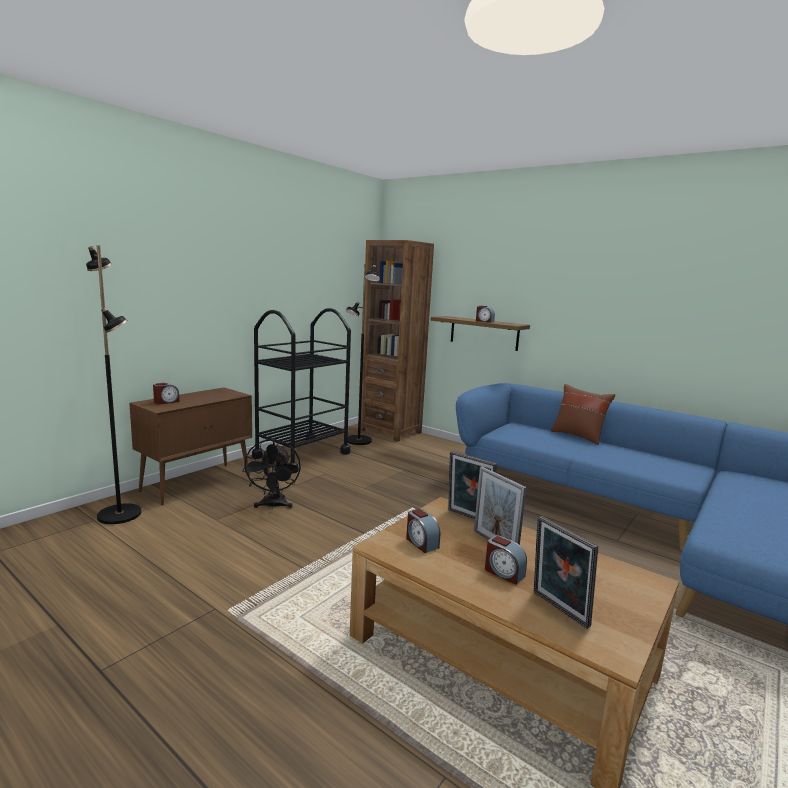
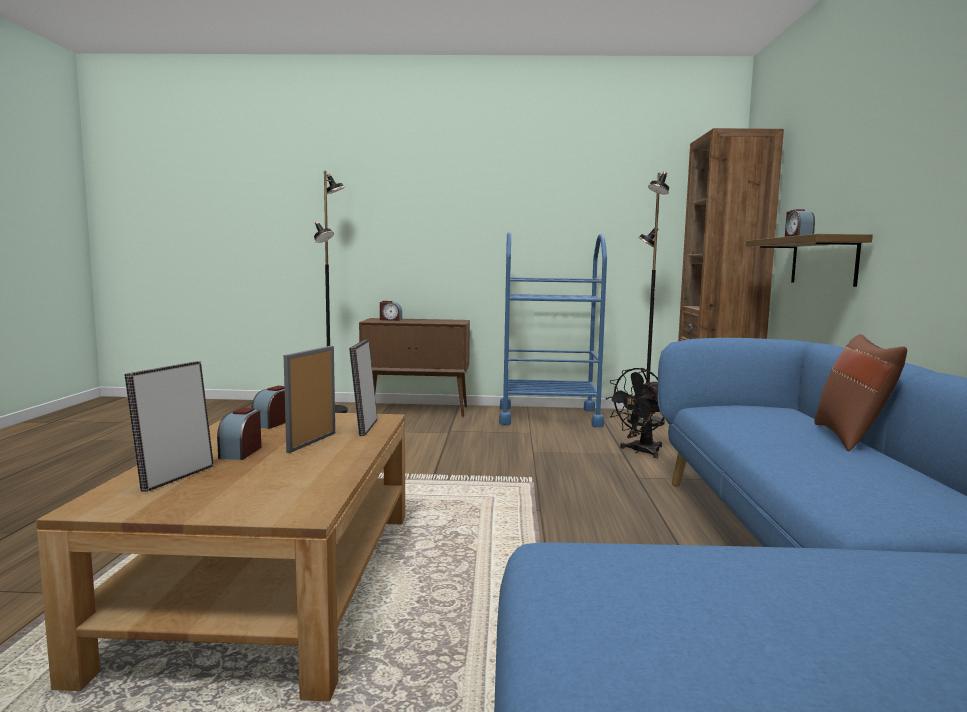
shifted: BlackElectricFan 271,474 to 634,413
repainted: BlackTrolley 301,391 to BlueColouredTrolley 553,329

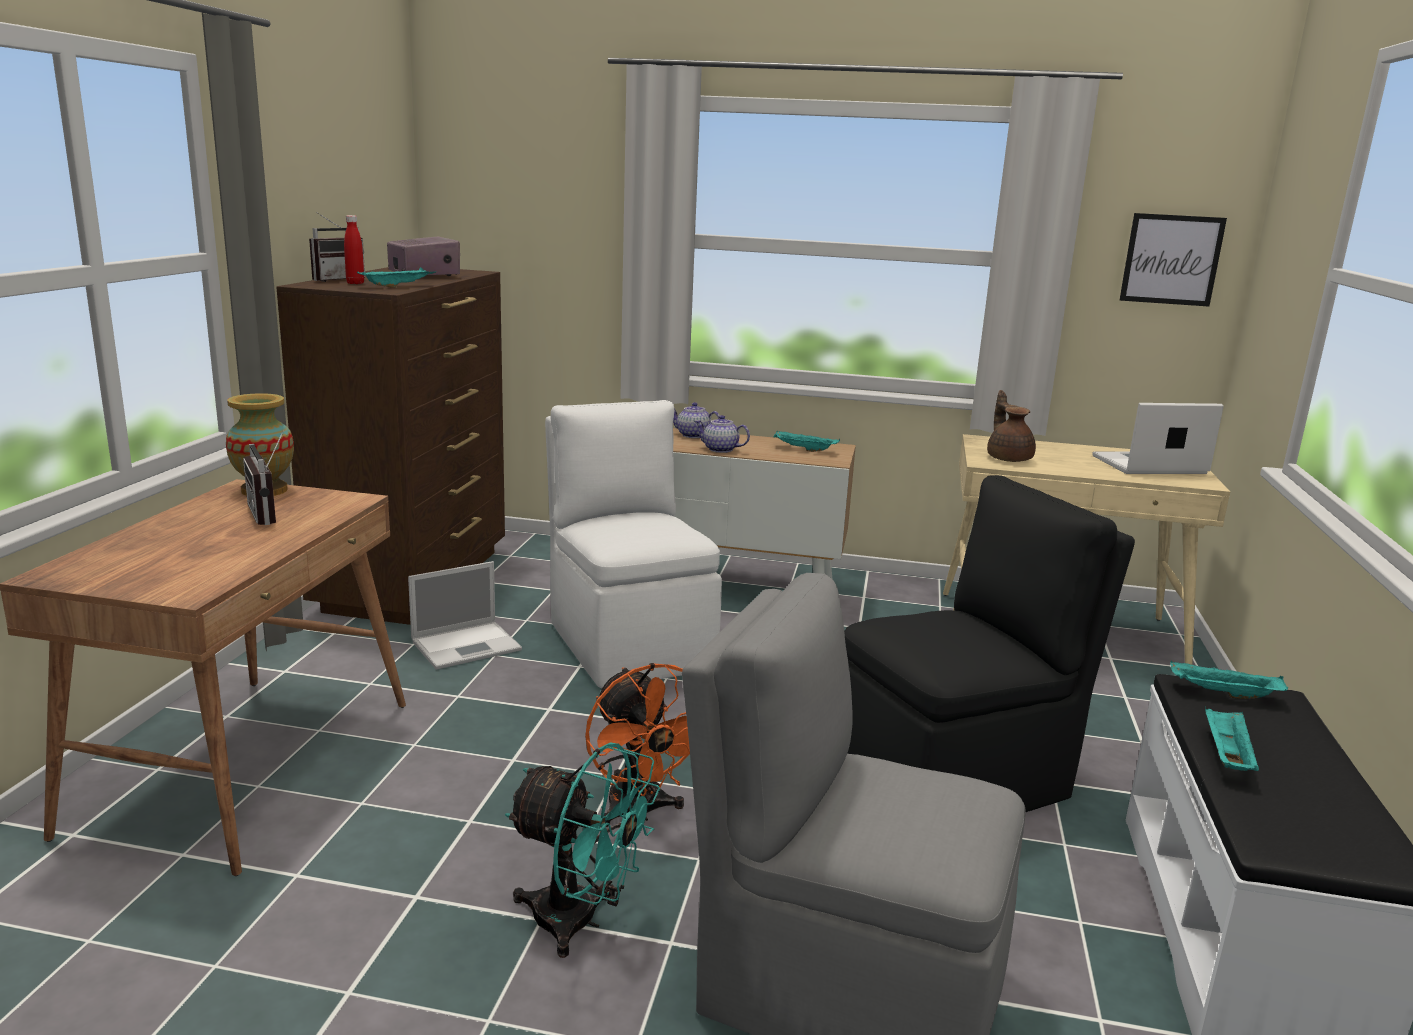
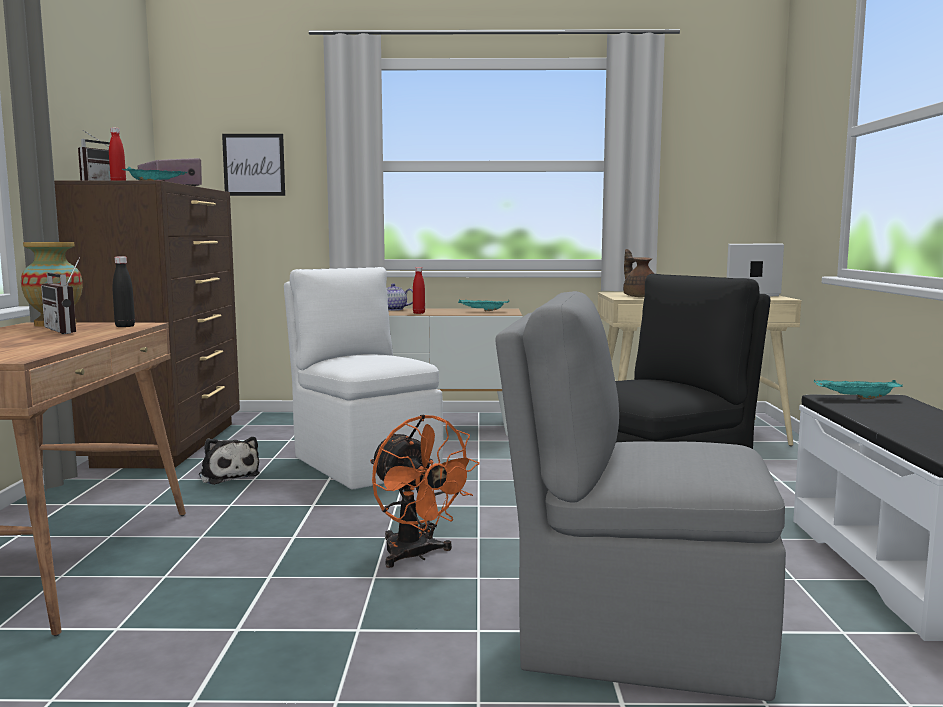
gone: BlueGreenElectricFan 582,850; BlueGreenServingTray 1232,739
new: BlackBottle 124,291
shifted: WallArt 1173,259 to 253,165
swapped: NotebookComputer 465,615 to PlushToy 229,461; Teapot 722,434 to ReddishBottle 419,290

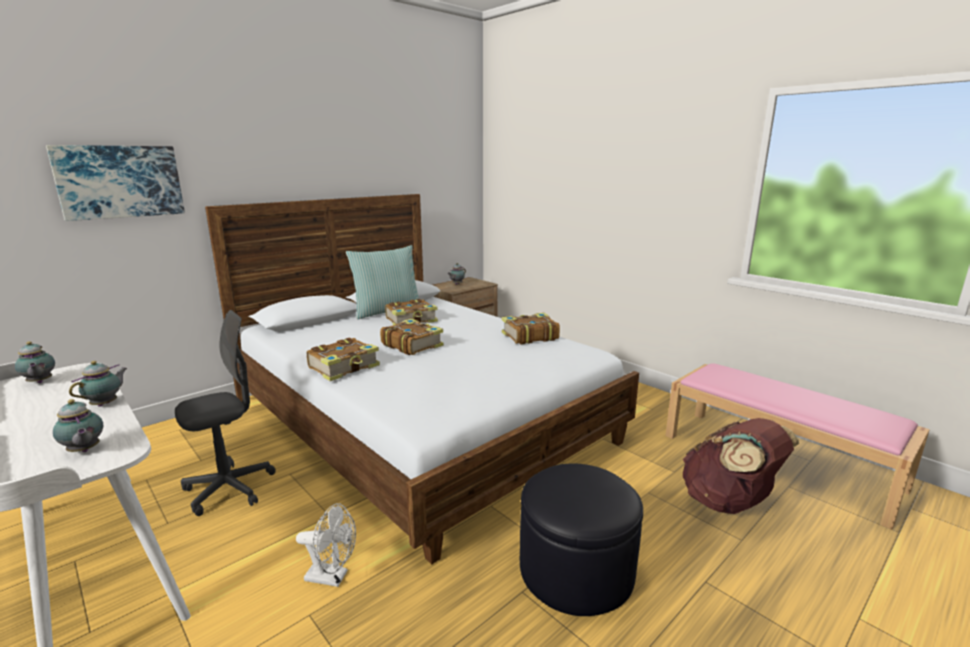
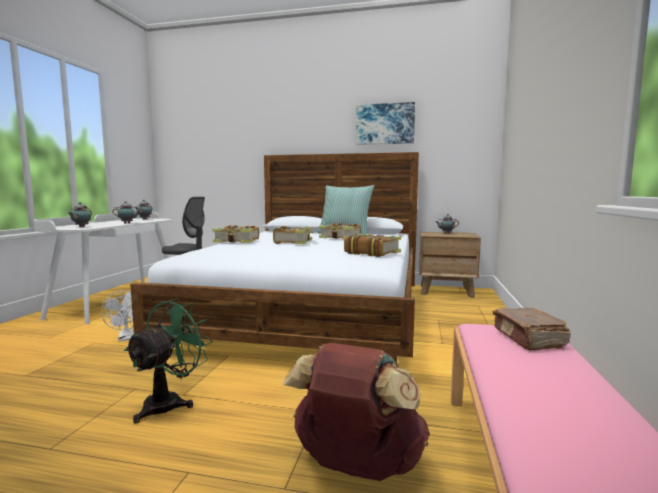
new: BrownishVolume 532,329
shifted: WallArt 115,183 to 385,123
swapped: BlackFootrest 581,540 to GreenishElectricFan 168,361

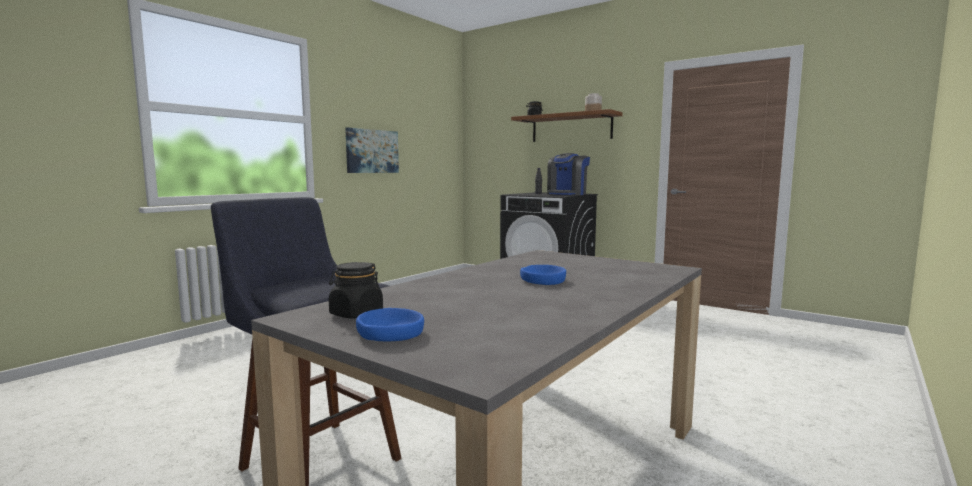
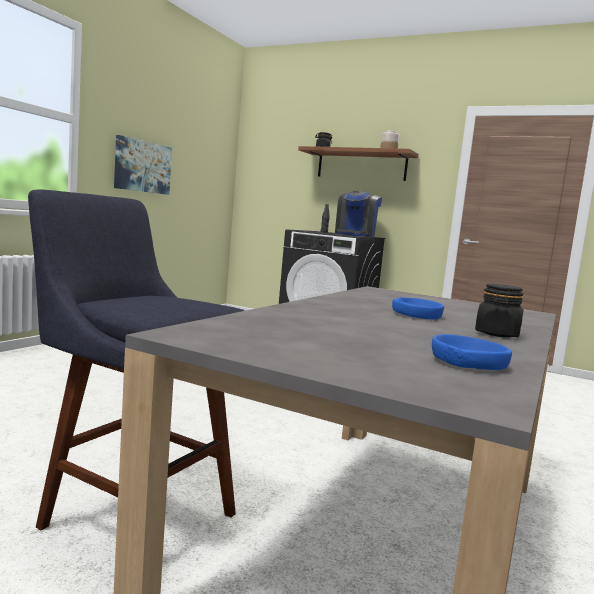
shifted: BlackStorageJar 356,290 to 499,310; BlueColouredServingBowl 390,324 to 472,352

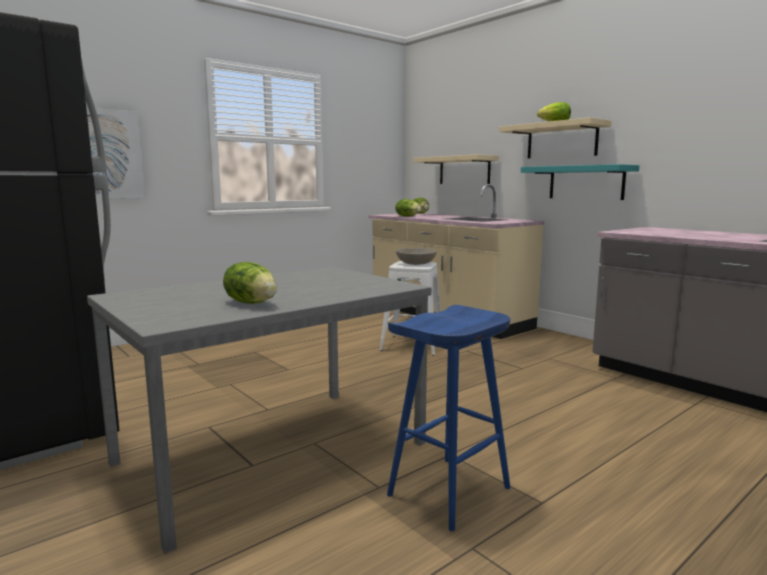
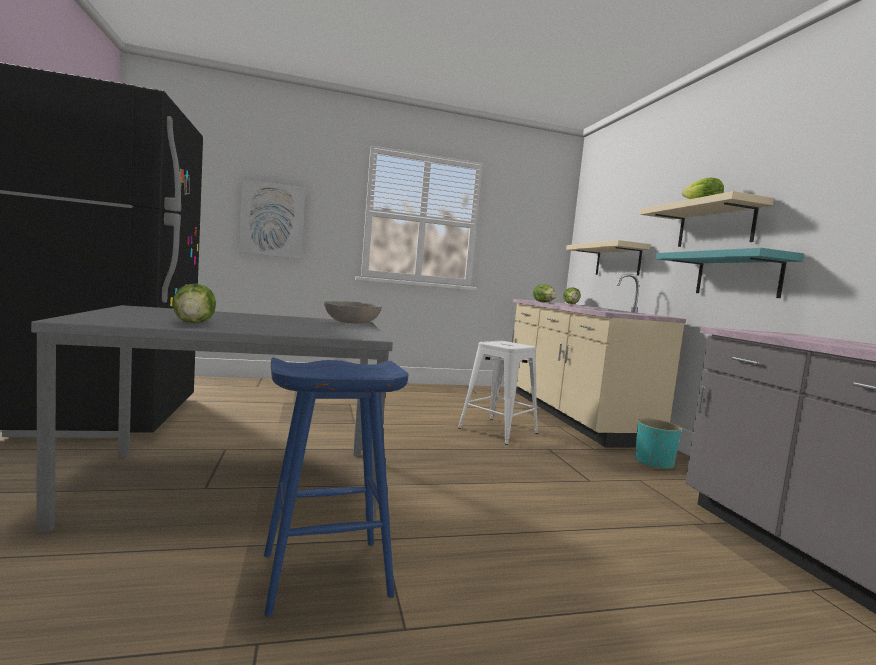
new: BlueGreenPlanter 658,443
shifted: GreyishServingBowl 416,256 to 353,312

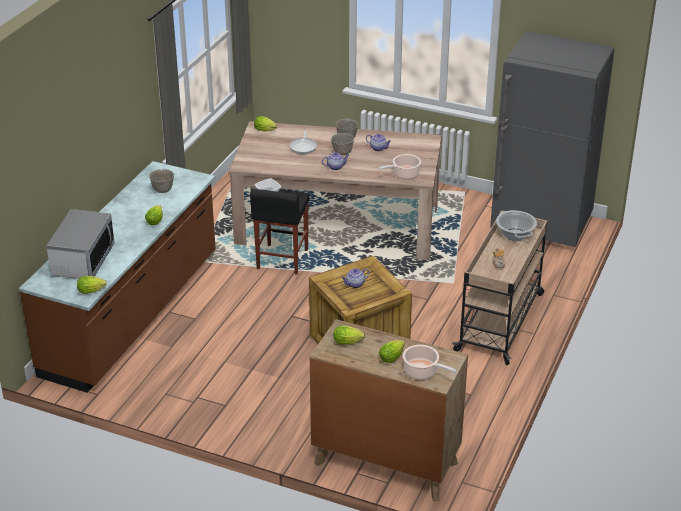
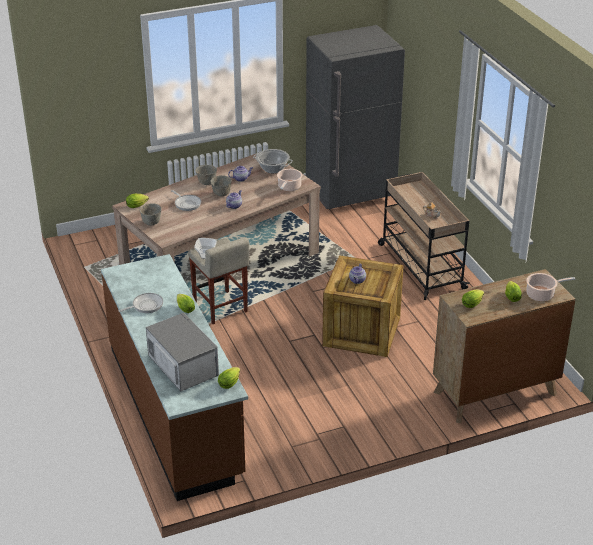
new: Pan 141,303
shifted: GreyishServingBowl 161,181 to 150,214; CookingPot 516,225 to 273,161
repainted: BlackSittingStool 279,232 to SandColouredSittingStool 218,280

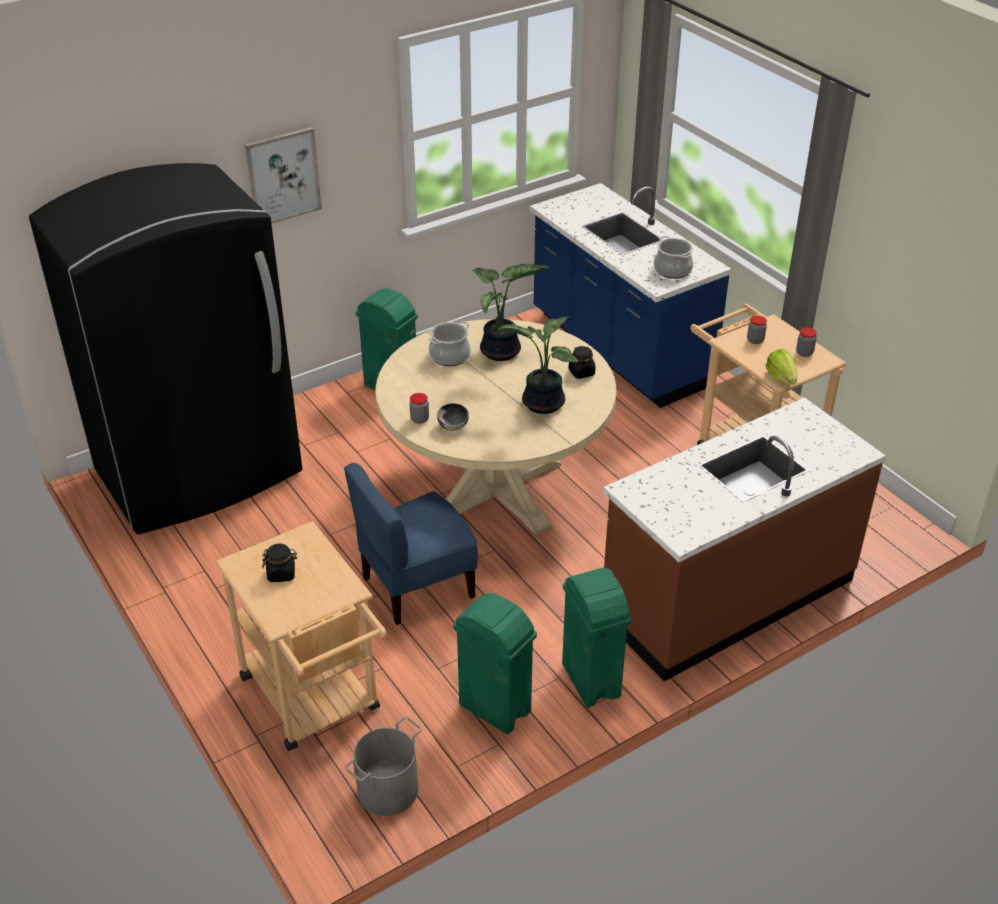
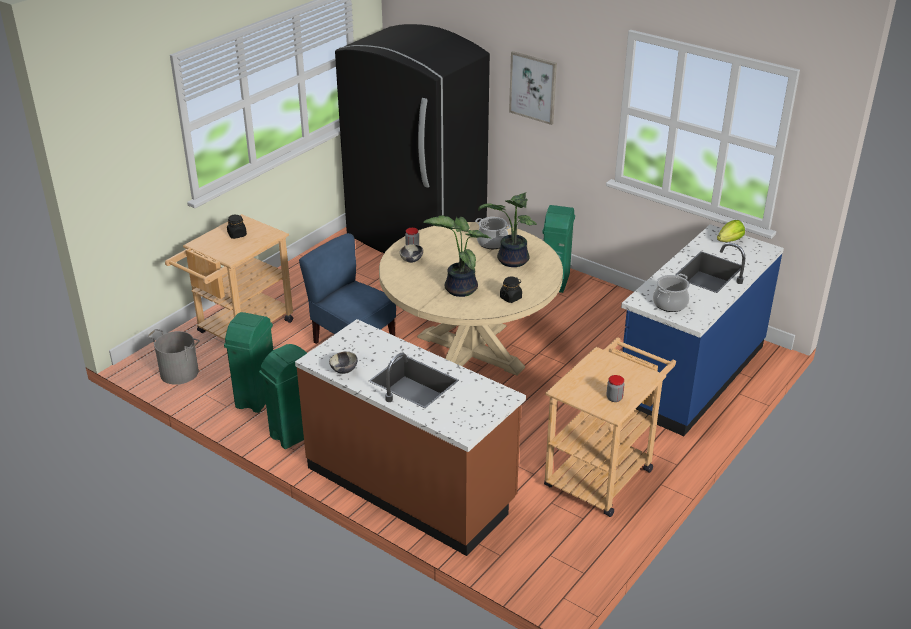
gone: StorageJar 757,329
new: ServingBowl 343,362
shifted: HeadOfLettuce 781,367 to 731,231

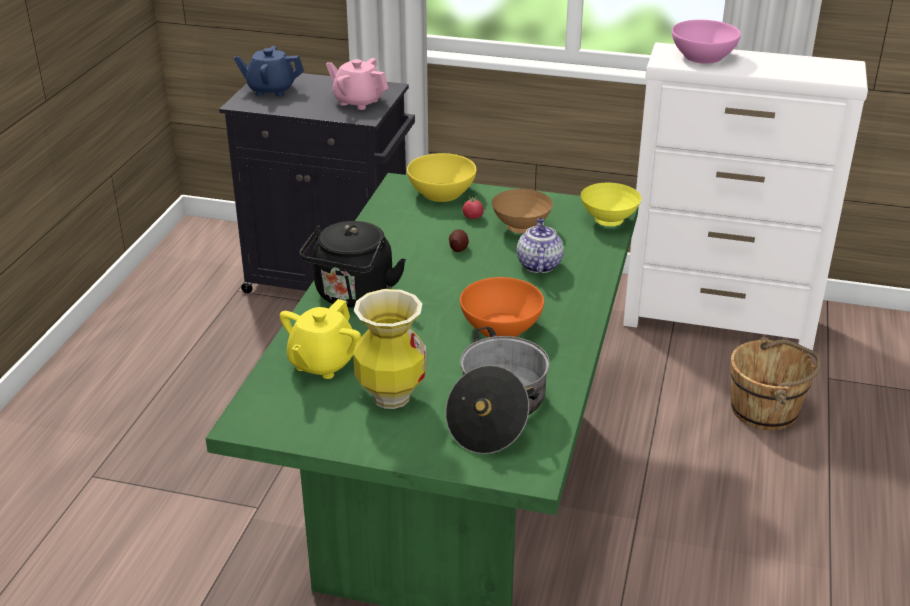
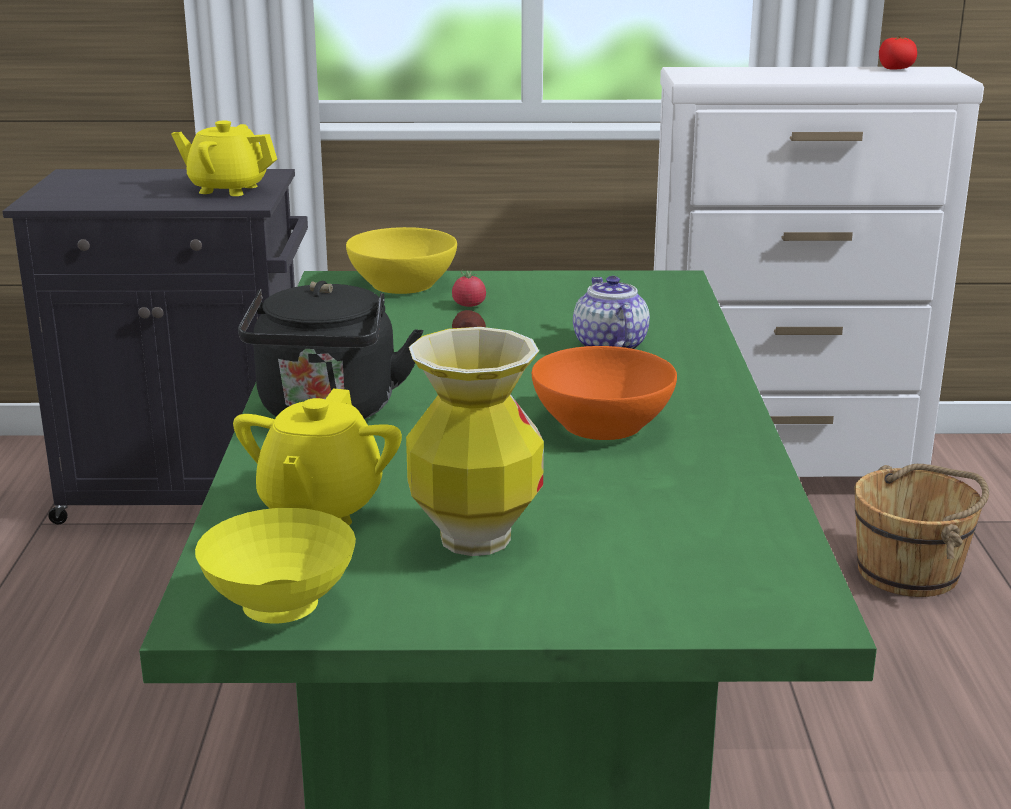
gone: BlueColouredTeapot 269,71; CookingPot 497,390; BrownishServingBowl 522,211; PinkColouredServingBowl 706,42
new: Tomato 898,53
shifted: YellowishServingBowl 611,204 to 275,566
repainted: PinkColouredTeapot 357,84 to YellowishTeapot 224,158

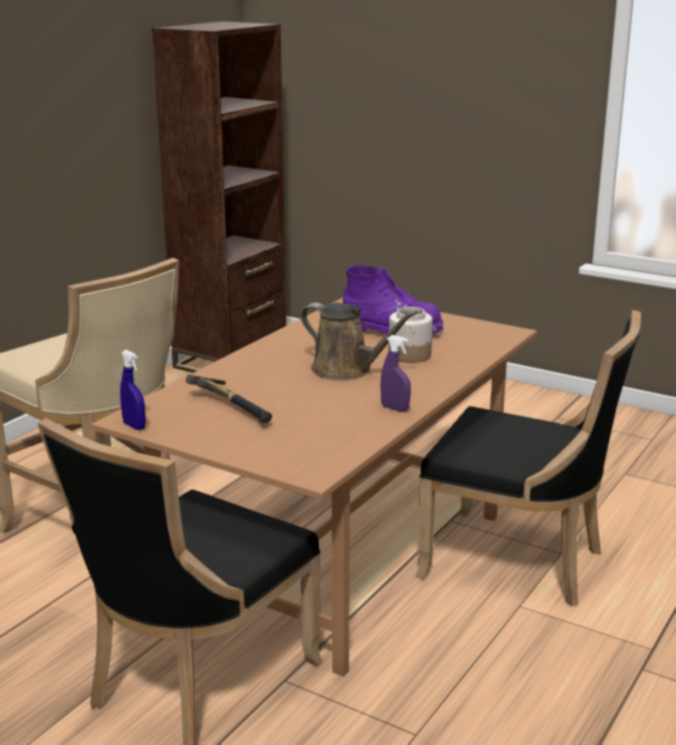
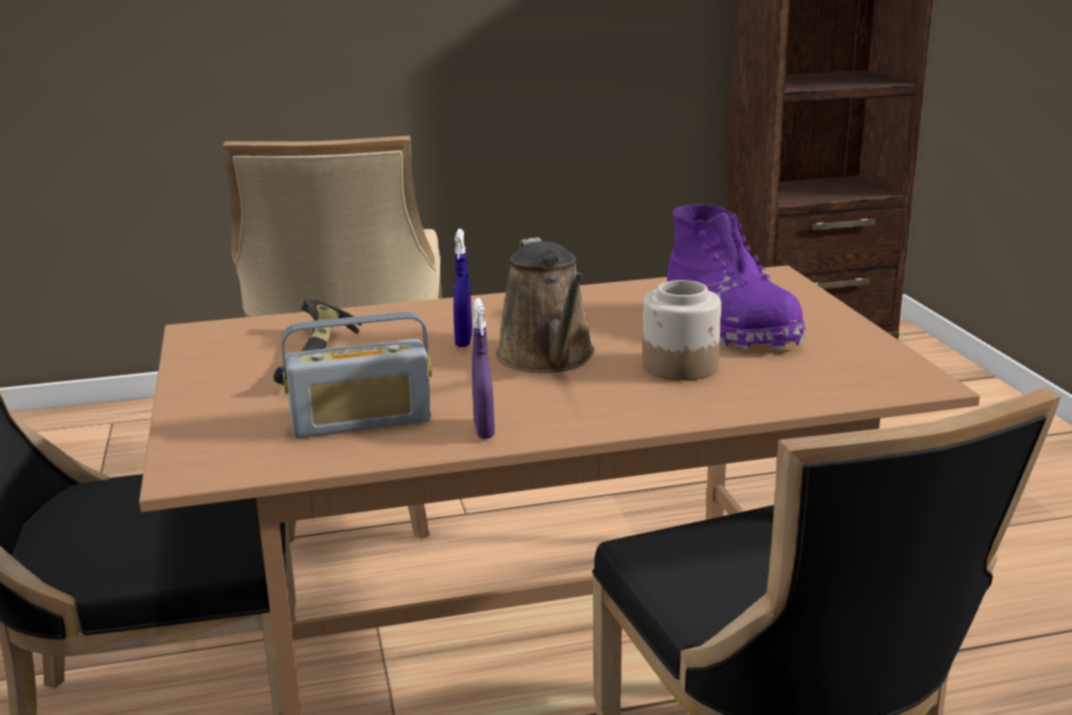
new: Radio 356,375
shifted: BlueColouredSprayer 133,390 to 462,288

